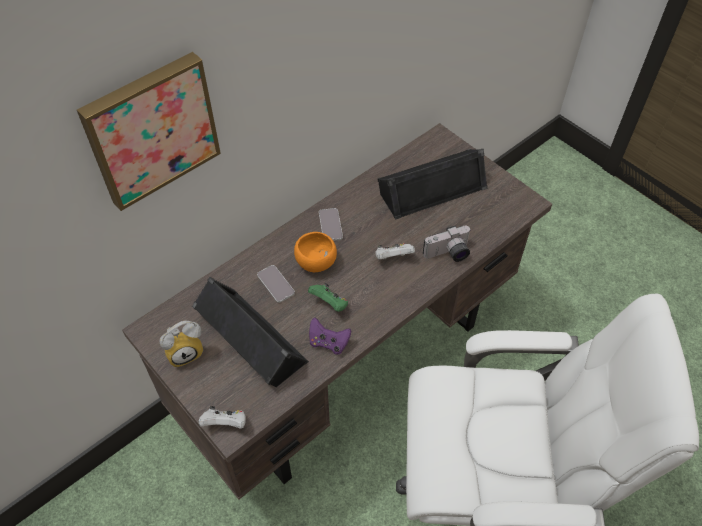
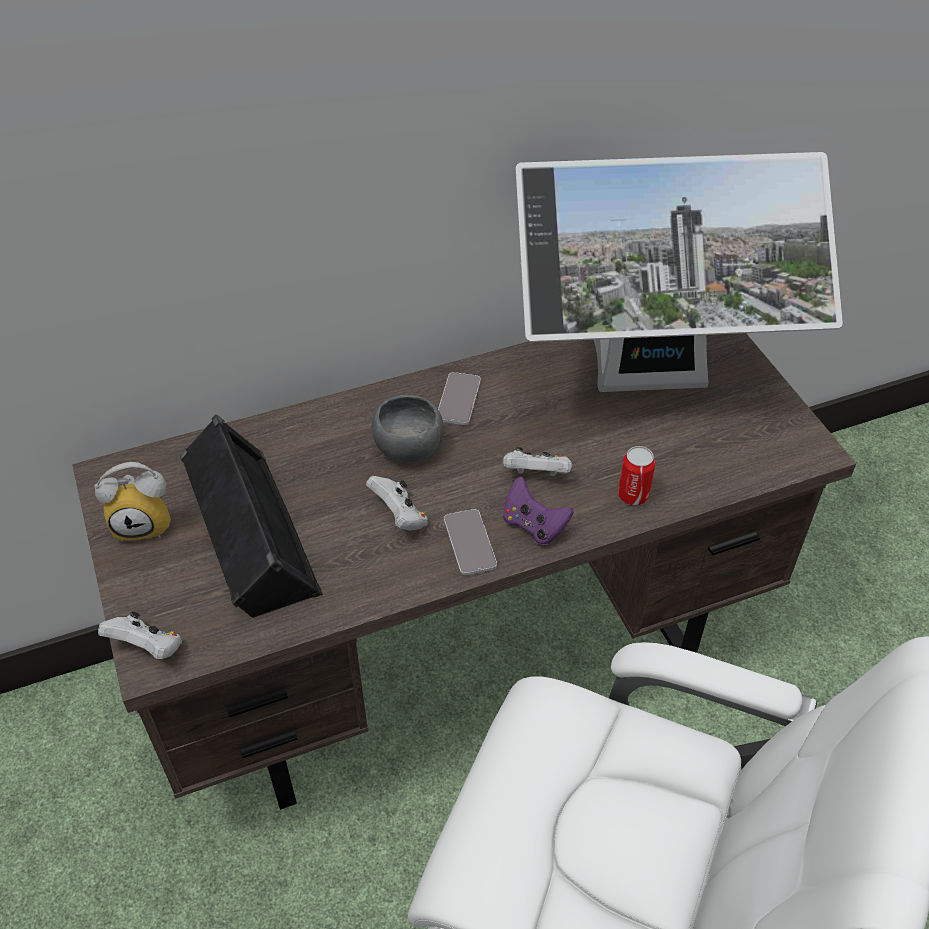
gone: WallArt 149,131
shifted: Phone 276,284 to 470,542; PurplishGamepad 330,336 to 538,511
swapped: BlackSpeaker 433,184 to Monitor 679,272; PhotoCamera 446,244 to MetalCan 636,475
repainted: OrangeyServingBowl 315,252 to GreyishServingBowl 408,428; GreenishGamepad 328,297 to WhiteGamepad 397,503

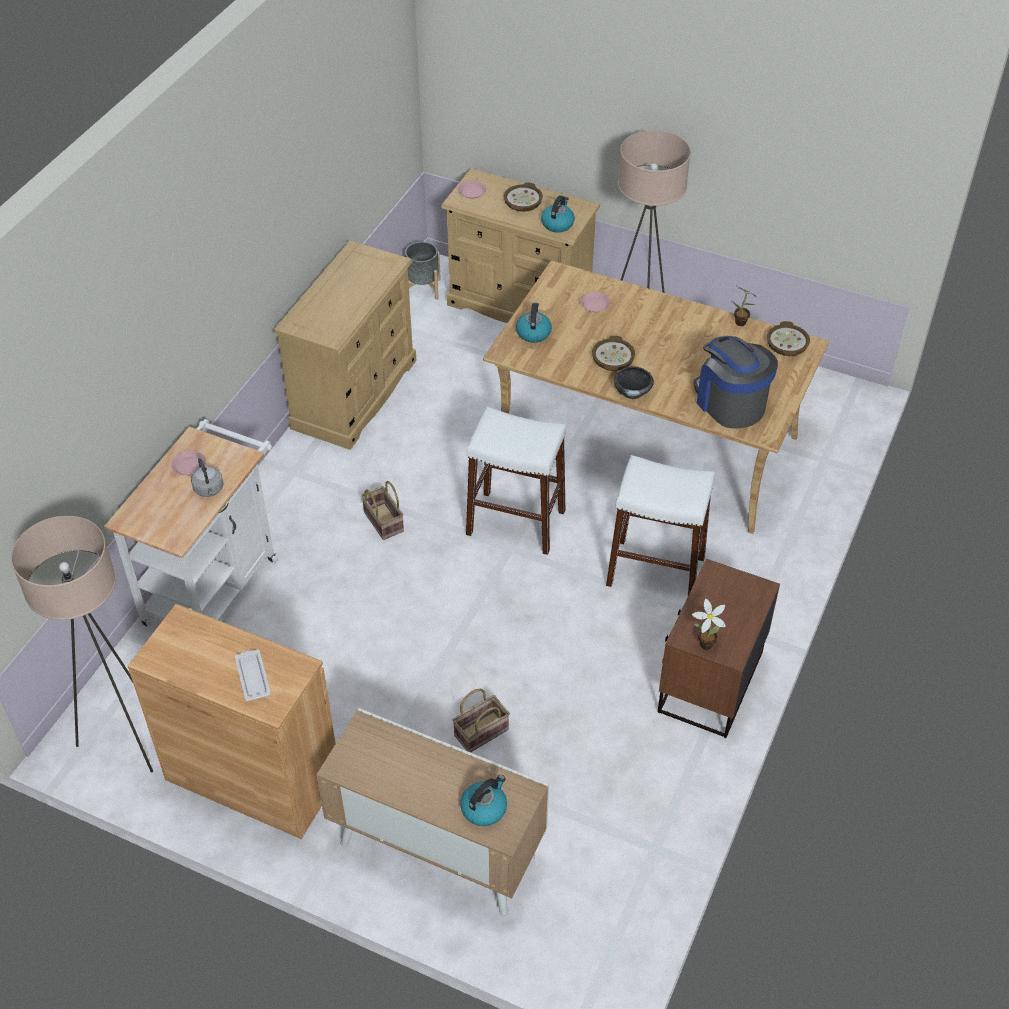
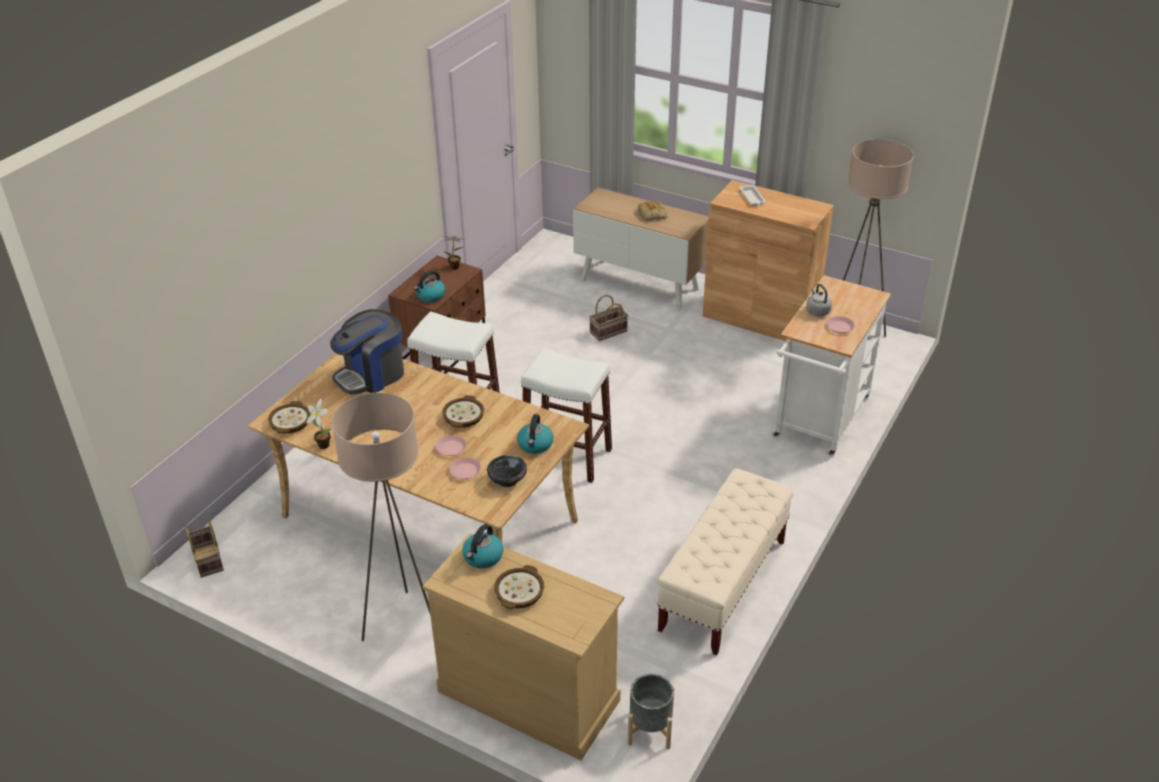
new: Bread 652,211
shifted: StorageBasket 382,510 to 204,548; PinkColouredPlate 472,189 to 451,445; WaterKettle 483,800 to 429,286; BlackServingBowl 634,382 to 507,471
swapped: SandColouredChestOfDrawers 345,345 to SandColouredIndoorBench 725,562
rotated: CoffeeMachine 736,382 = 367,351 75 degrees clockwise

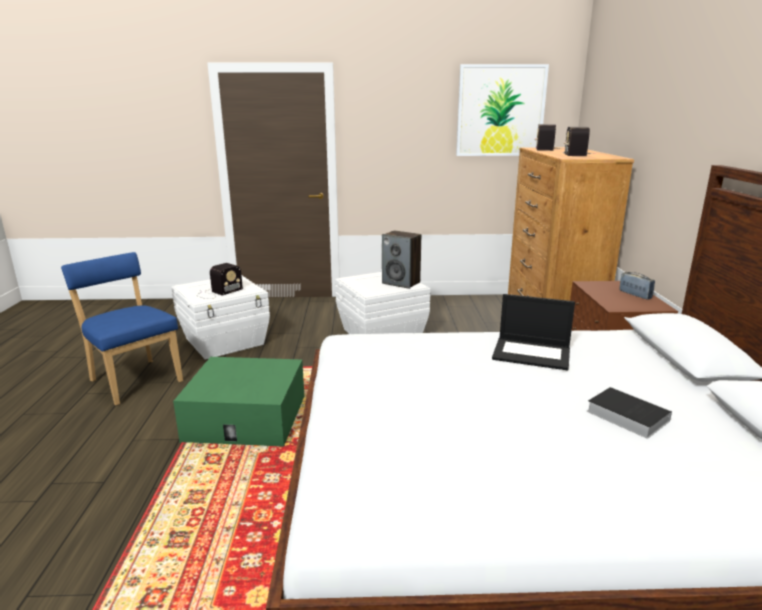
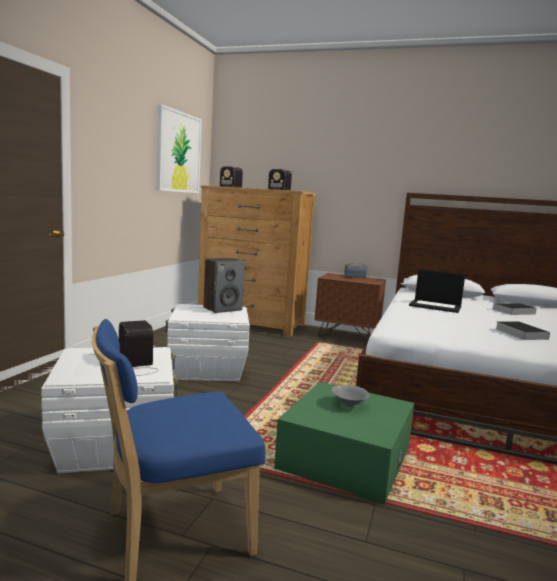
new: GreyishServingBowl 350,396; Volume 523,330
rotated: NotebookComputer 533,332 = 437,291 75 degrees clockwise

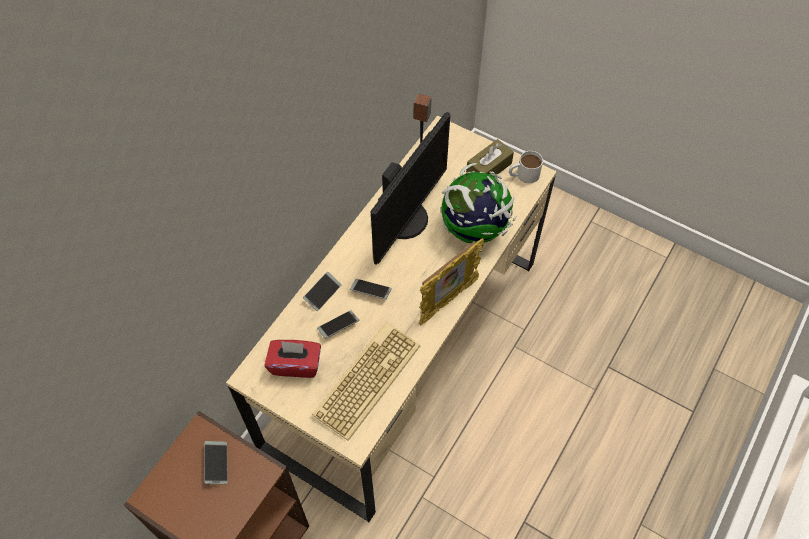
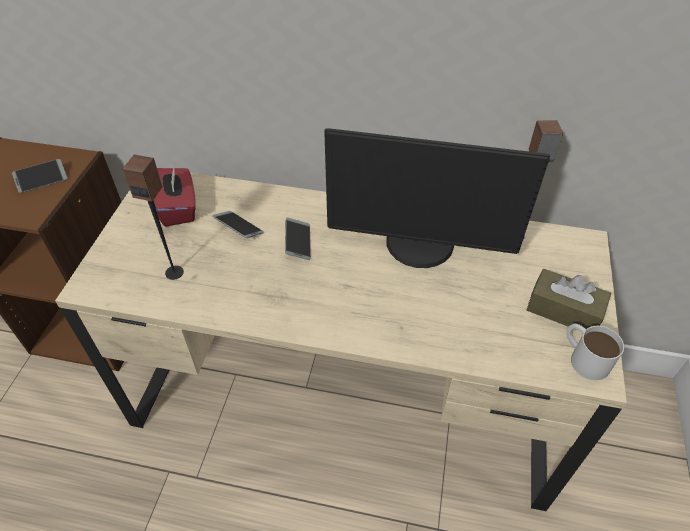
gone: Phone 322,291; PictureFrame 451,282; WorldGlobe 479,203
swapped: PcKeyboard 366,381 to Speaker 153,217

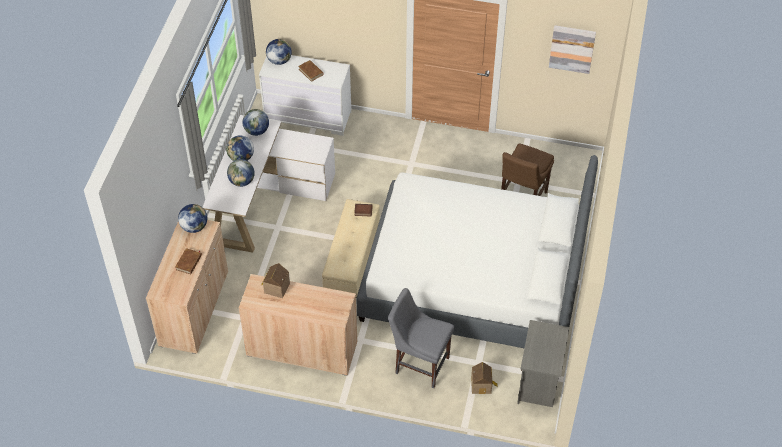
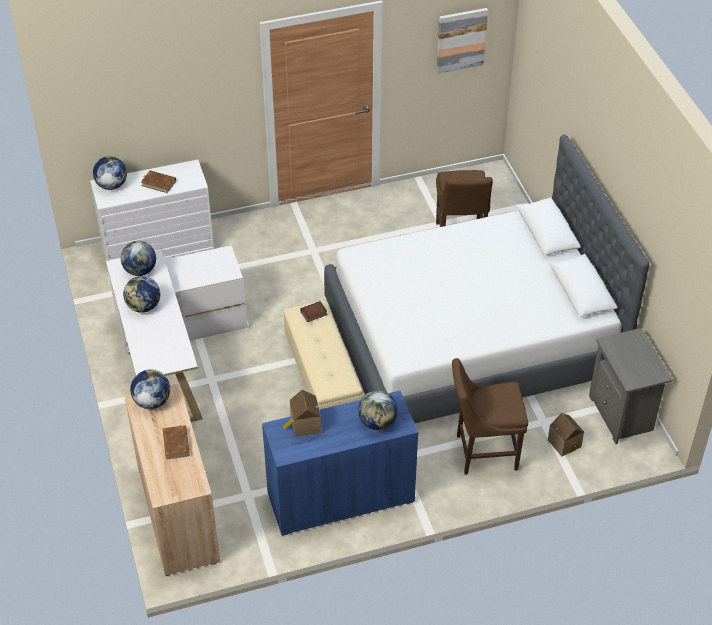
shifted: WorldGlobe 241,173 to 378,410
repainted: SandColouredStorageCabinet 298,325 to BlueColouredStorageCabinet 340,463; GreyishUprightChair 421,338 to BrownishUprightChair 490,416

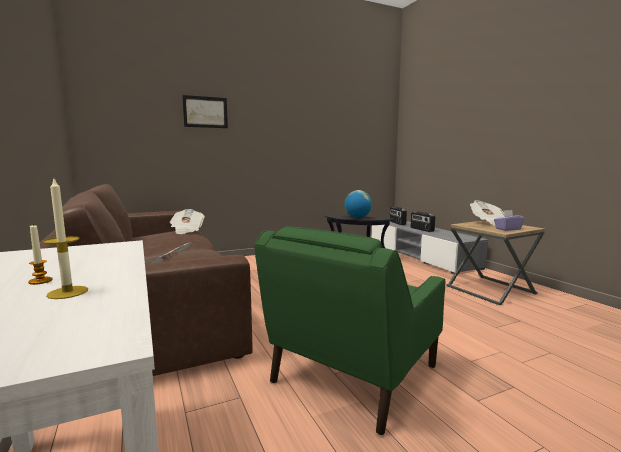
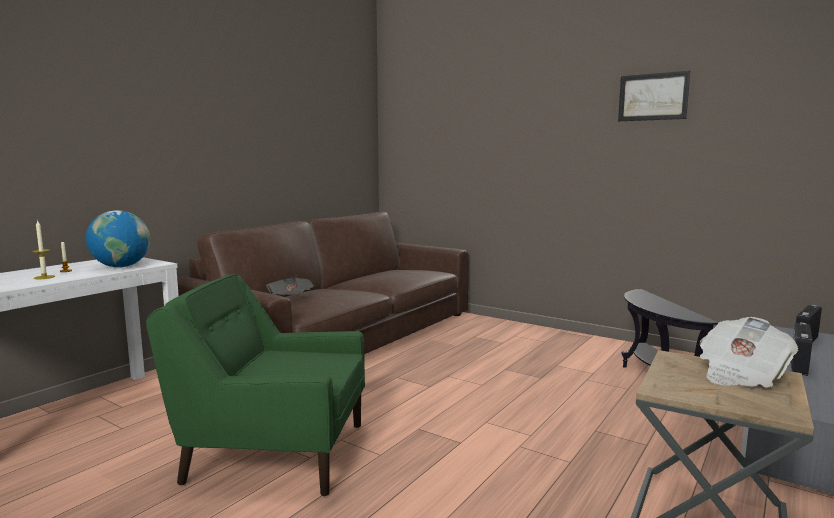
gone: PrintedPaper 187,221; PurplishBoxOfTissues 509,220
shifted: WallArt 205,111 to 654,96; WorldGlobe 358,204 to 118,238

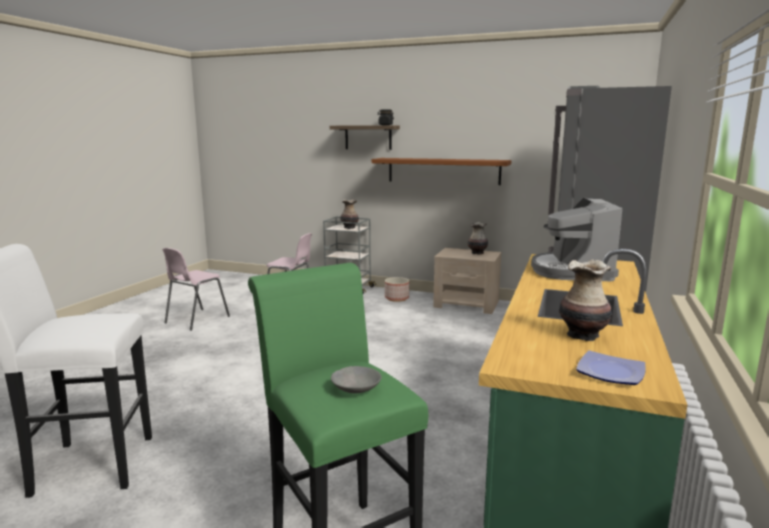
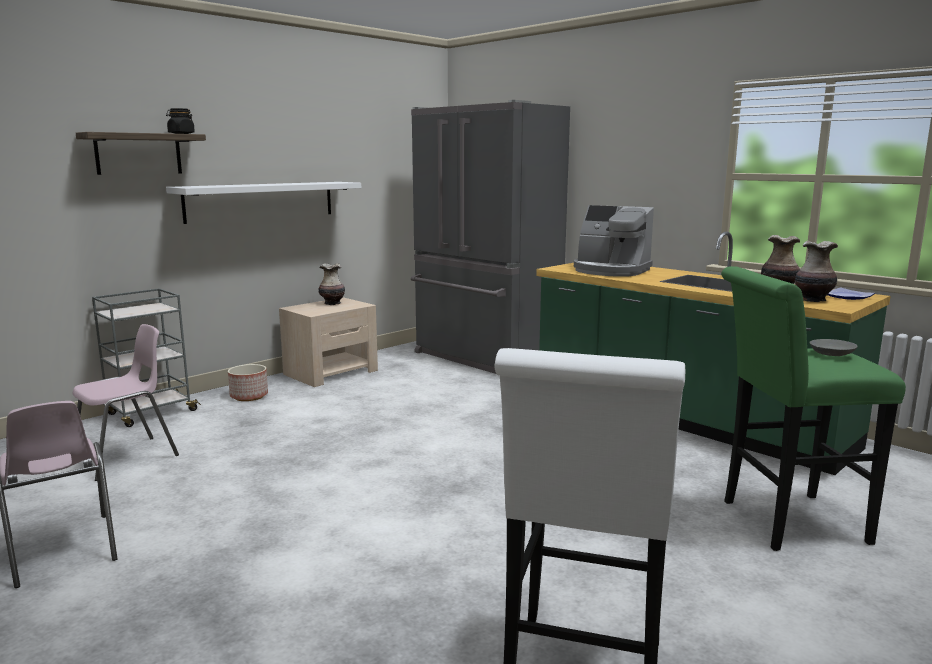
shifted: DecorativeVase 349,214 to 816,271
repainted: BrownishBracketShelf 441,171 to WhiteBracketShelf 263,203

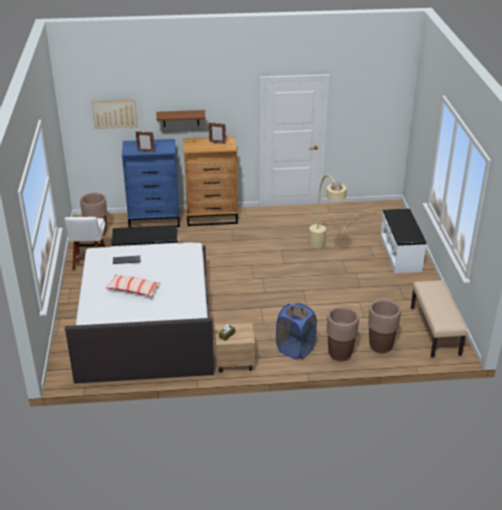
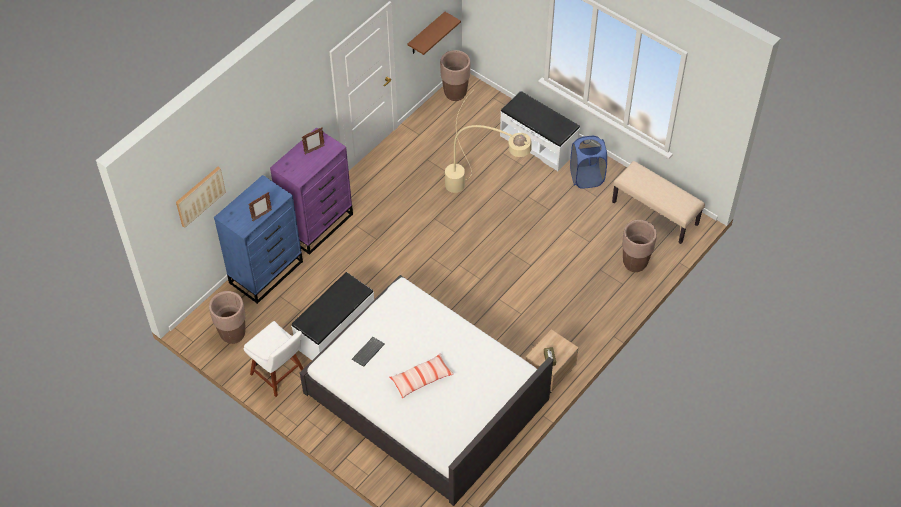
shifted: BrownishBracketShelf 181,118 to 434,33; BlueColouredLaundryBasket 296,331 to 588,162; BrownishPlanter 343,333 to 455,75
repainted: BrownishChestOfDrawers 210,181 to PurplishChestOfDrawers 311,191

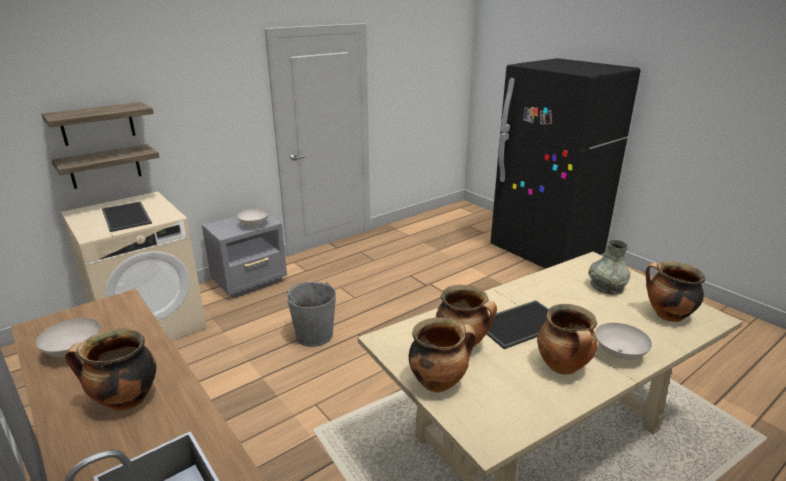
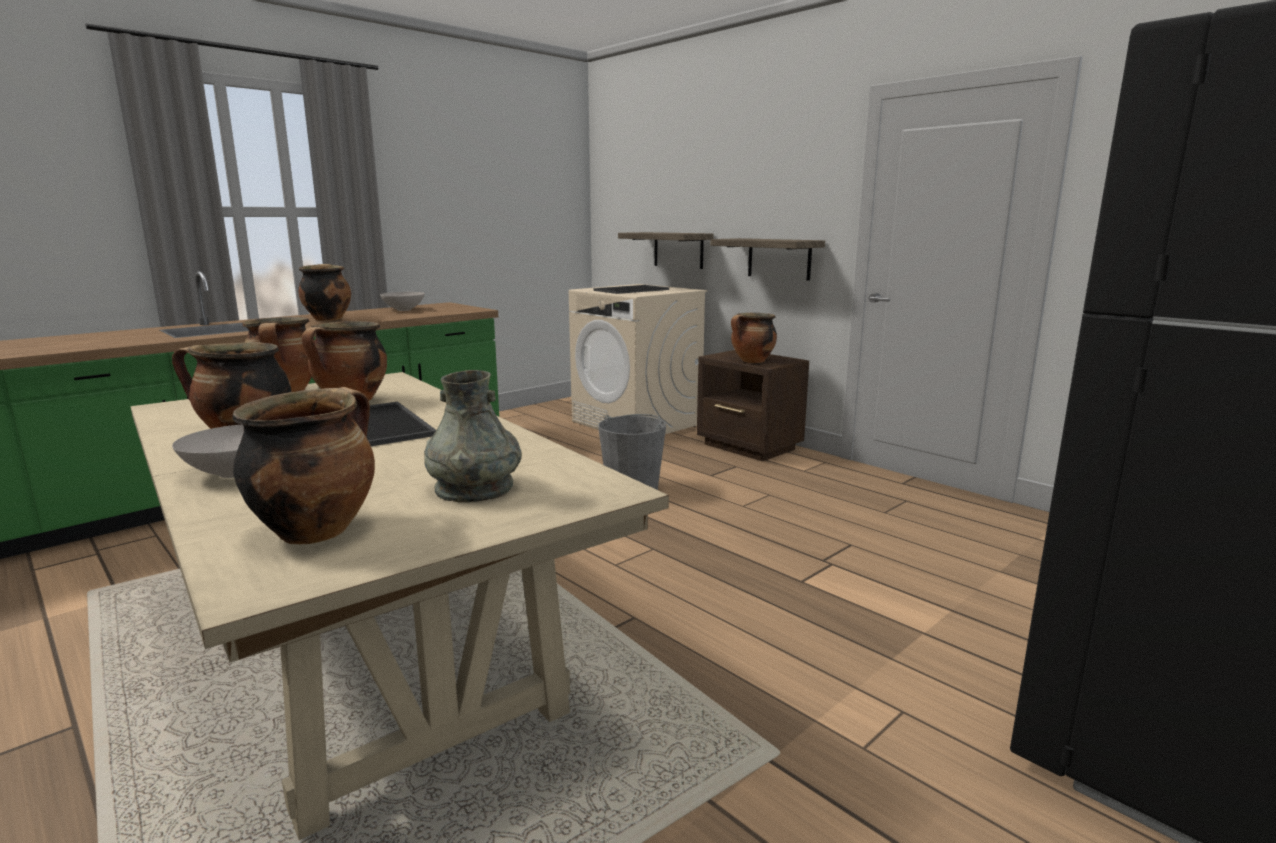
shifted: BracketShelf 98,124 to 767,259
swapped: WhiteServingBowl 253,218 to CookingPot 754,338
repainted: GreyishNightstand 244,256 to BrownishNightstand 753,405

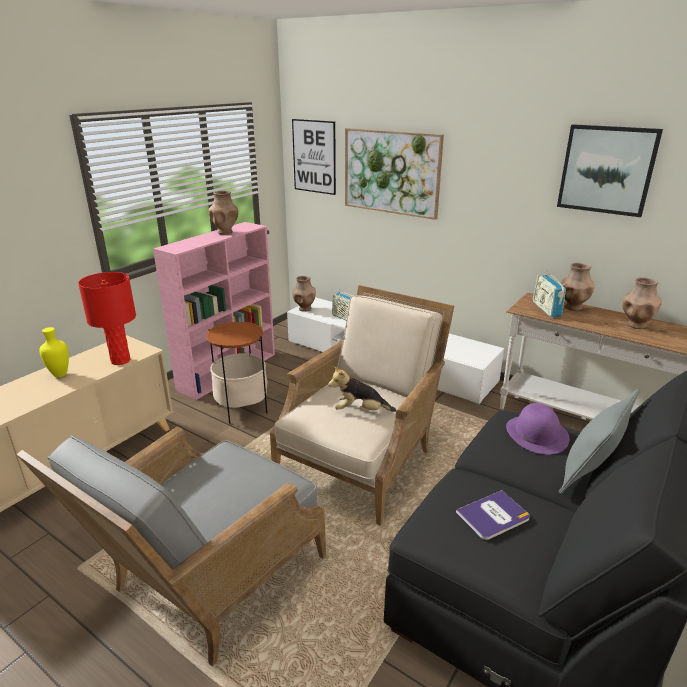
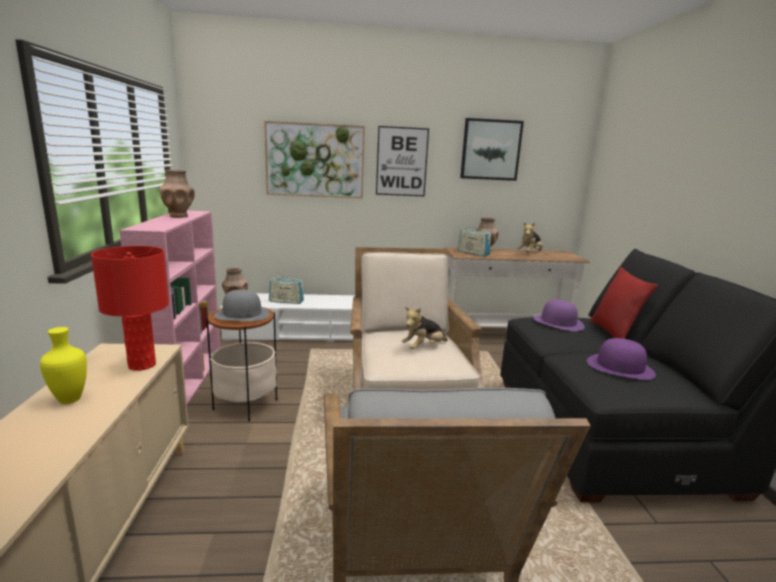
new: GreyishHat 242,305
shifted: WallArt 314,157 to 402,161
swapped: Volume 493,515 to PurplishHat 621,359; BrownishDecorativeVase 642,303 to PlushToy 530,237
repainted: GreyishCushion 599,441 to ReddishCushion 624,303

